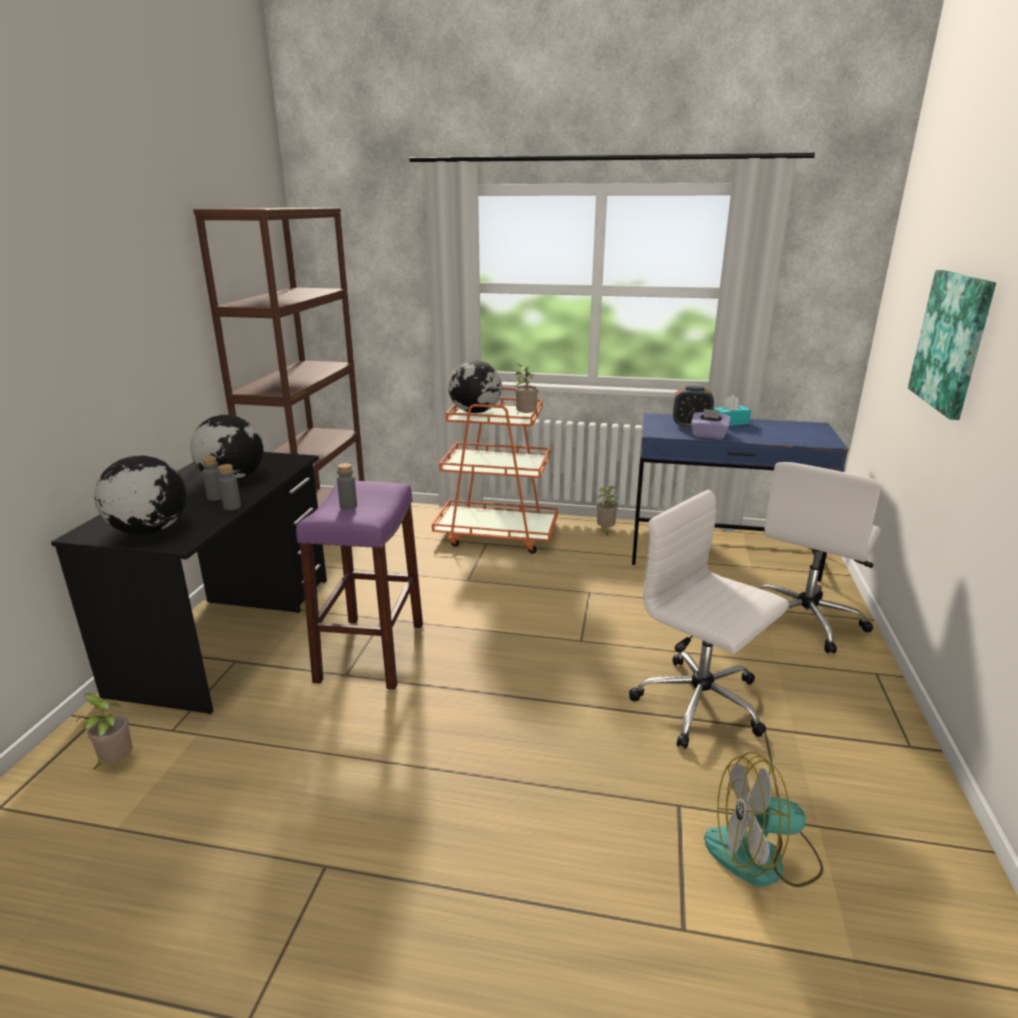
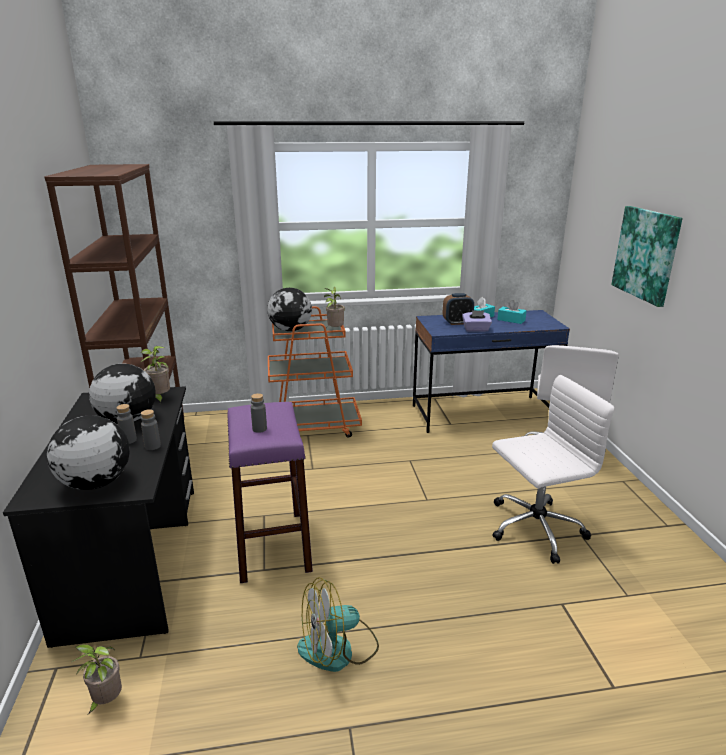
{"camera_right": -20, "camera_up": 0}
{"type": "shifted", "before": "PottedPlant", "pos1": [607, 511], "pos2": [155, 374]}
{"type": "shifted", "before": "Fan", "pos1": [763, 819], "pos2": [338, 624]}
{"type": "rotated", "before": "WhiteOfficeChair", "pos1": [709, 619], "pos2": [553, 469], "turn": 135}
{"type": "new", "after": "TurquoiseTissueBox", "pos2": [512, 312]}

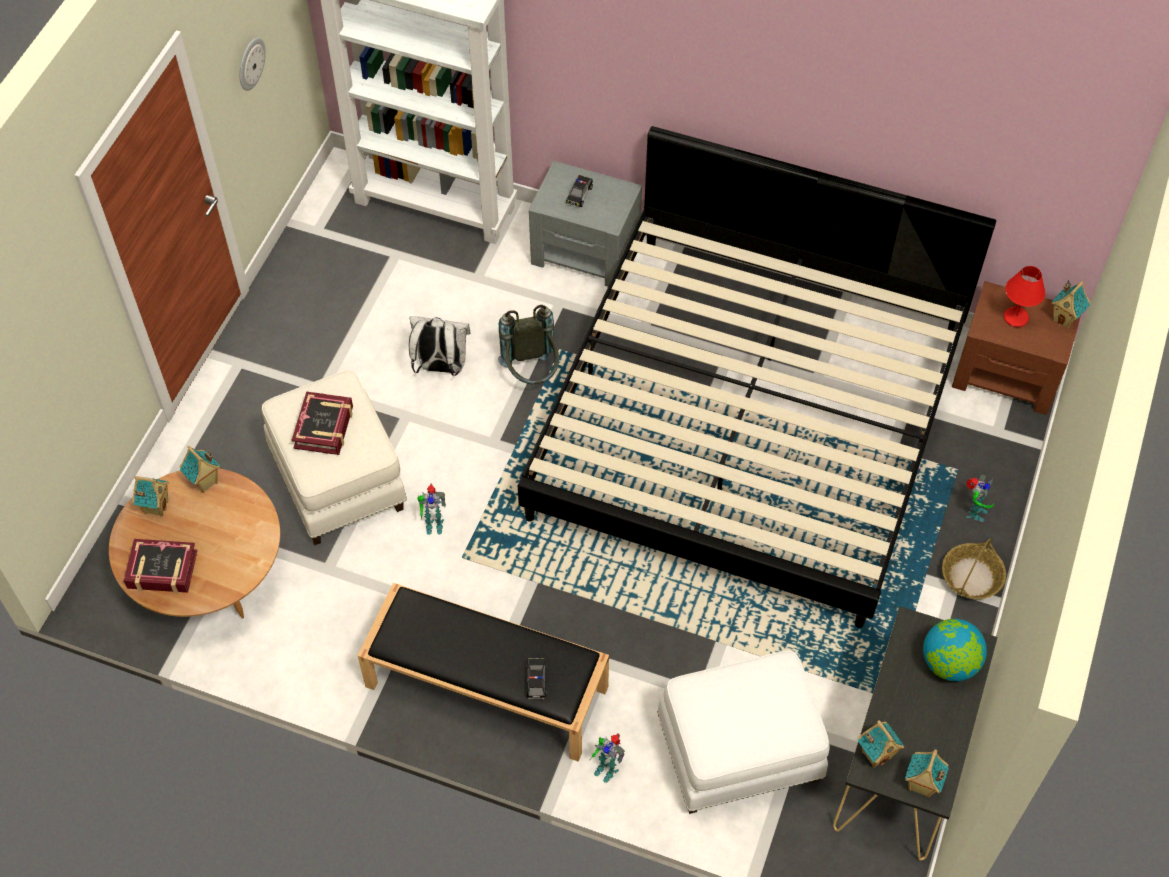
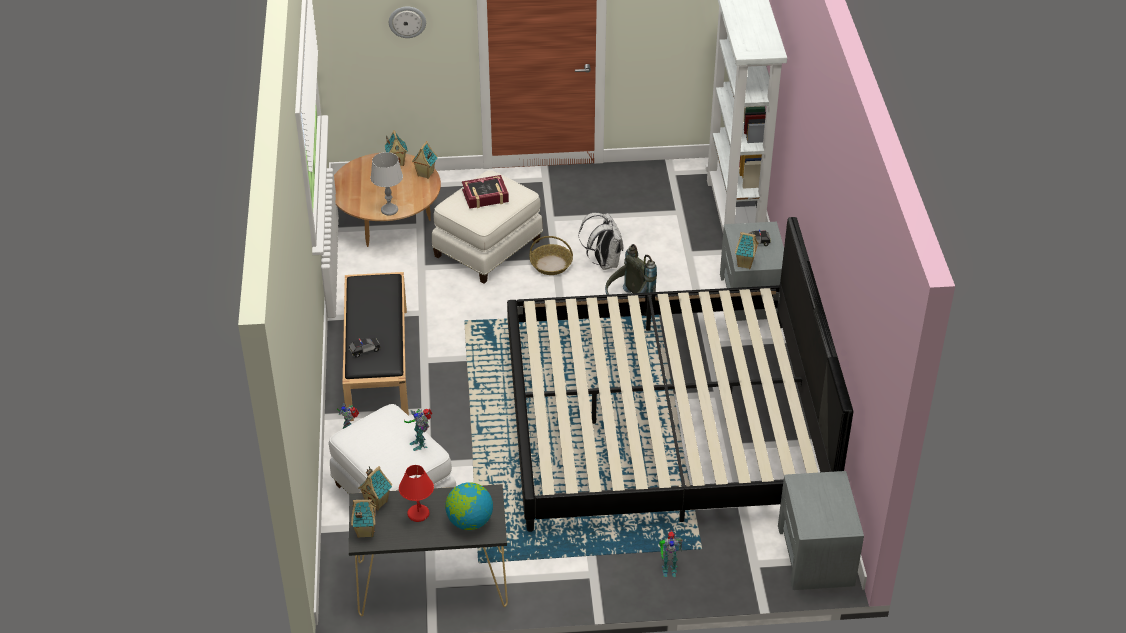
{"camera_right": 65, "camera_up": -15}
{"type": "new", "after": "GreyTableLamp", "pos2": [387, 183]}
{"type": "shifted", "before": "WallClock", "pos1": [253, 64], "pos2": [407, 22]}
{"type": "shifted", "before": "RedTableLamp", "pos1": [1025, 296], "pos2": [416, 493]}
{"type": "shifted", "before": "ToyRobot", "pos1": [431, 509], "pos2": [418, 430]}
{"type": "shifted", "before": "Basket", "pos1": [974, 568], "pos2": [551, 255]}
{"type": "shifted", "before": "ToyHouse", "pos1": [1070, 304], "pos2": [747, 250]}
{"type": "repainted", "before": "BrownNightstand", "after": "GreyNightstand", "pos1": [1017, 348], "pos2": [821, 530]}
{"type": "gone", "before": "Book", "pos1": [160, 566]}

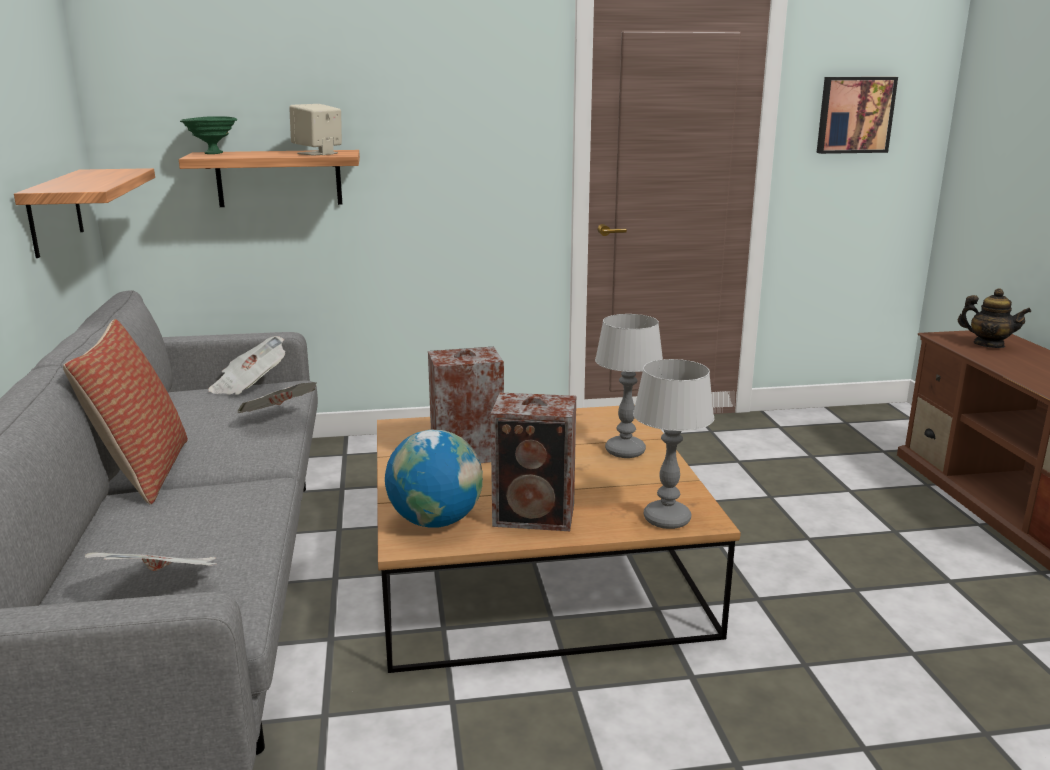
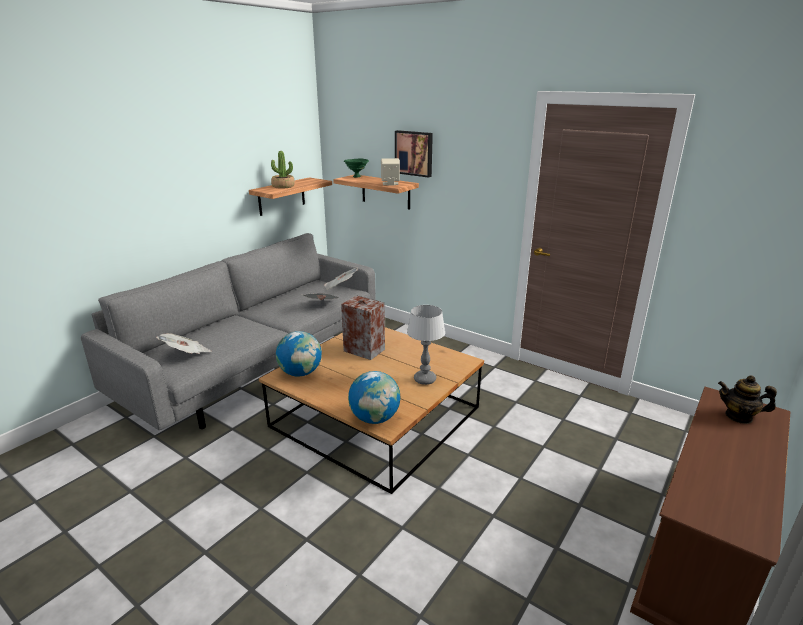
{"camera_right": 45, "camera_up": 5}
{"type": "new", "after": "PottedPlant", "pos2": [283, 170]}
{"type": "swapped", "before": "TableLamp", "after": "Globe", "pos1": [673, 444], "pos2": [374, 397]}
{"type": "shifted", "before": "Picture", "pos1": [857, 115], "pos2": [414, 154]}
{"type": "rotated", "before": "Teapot", "pos1": [995, 318], "pos2": [747, 400], "turn": 120}
{"type": "gone", "before": "Pillow", "pos1": [125, 412]}
{"type": "gone", "before": "Speaker", "pos1": [533, 462]}

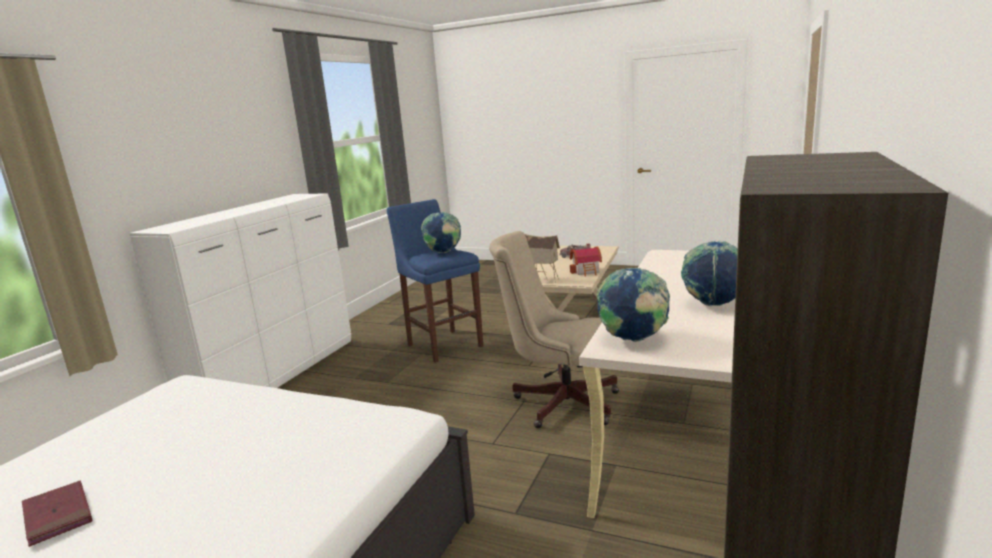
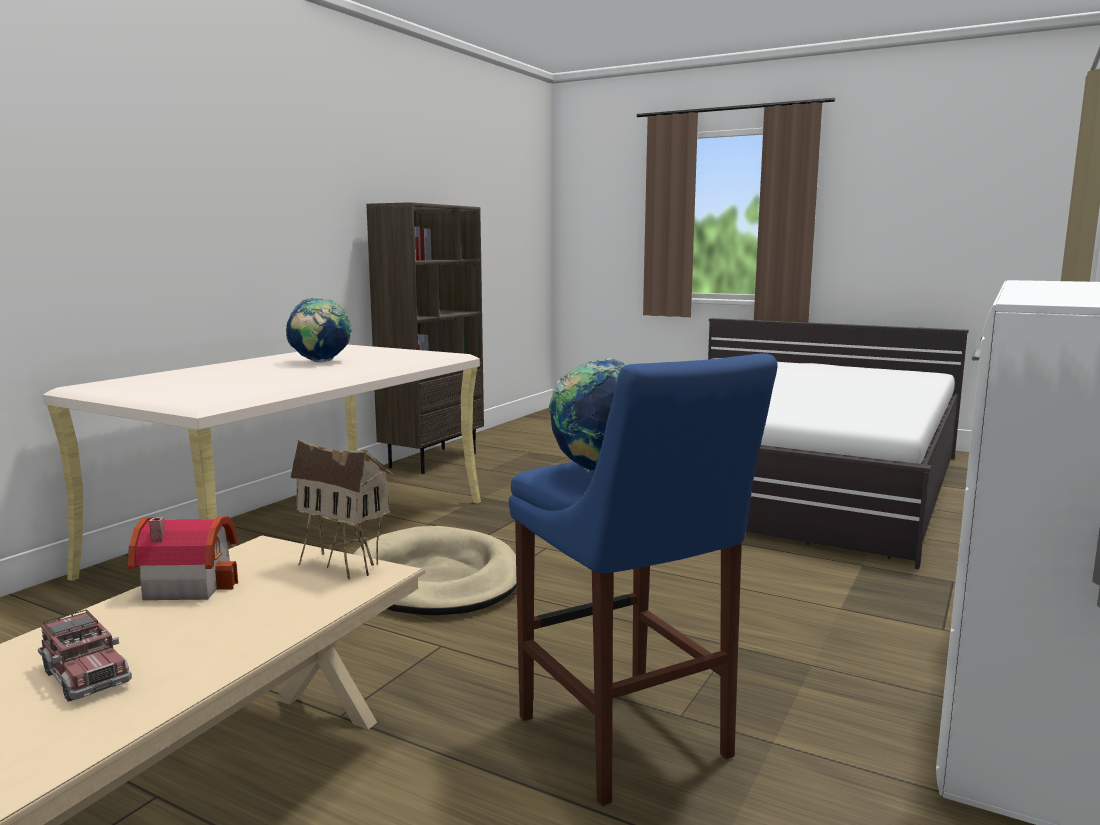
{"camera_right": -175, "camera_up": -5}
{"type": "swapped", "before": "BeigeOfficeChair", "after": "BeigeDogBed", "pos1": [554, 329], "pos2": [435, 570]}
{"type": "gone", "before": "RedBook", "pos1": [57, 514]}
{"type": "gone", "before": "Globe", "pos1": [633, 304]}

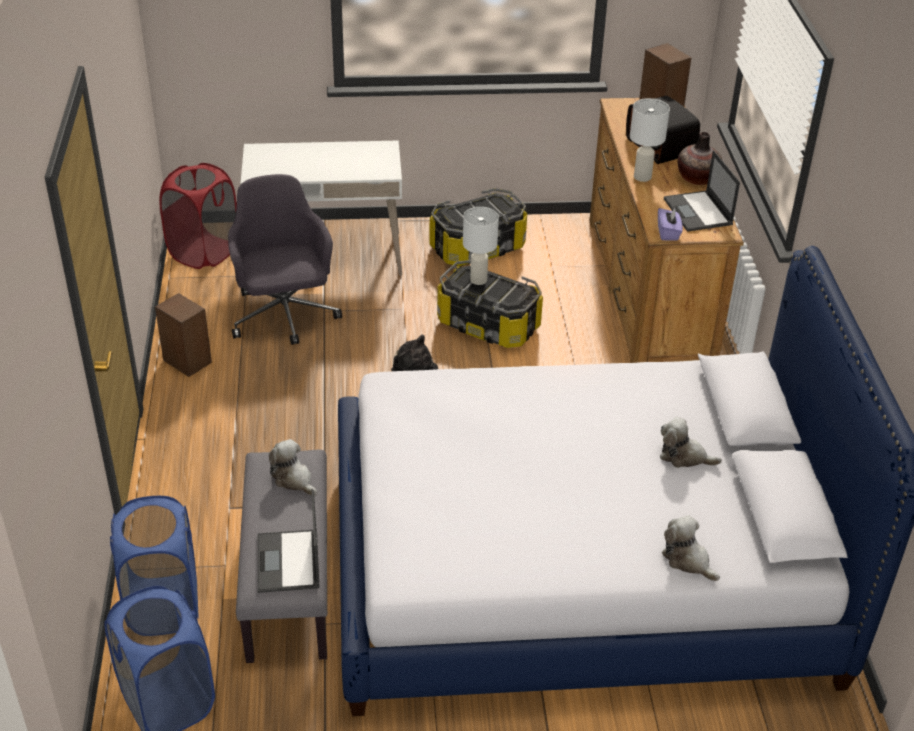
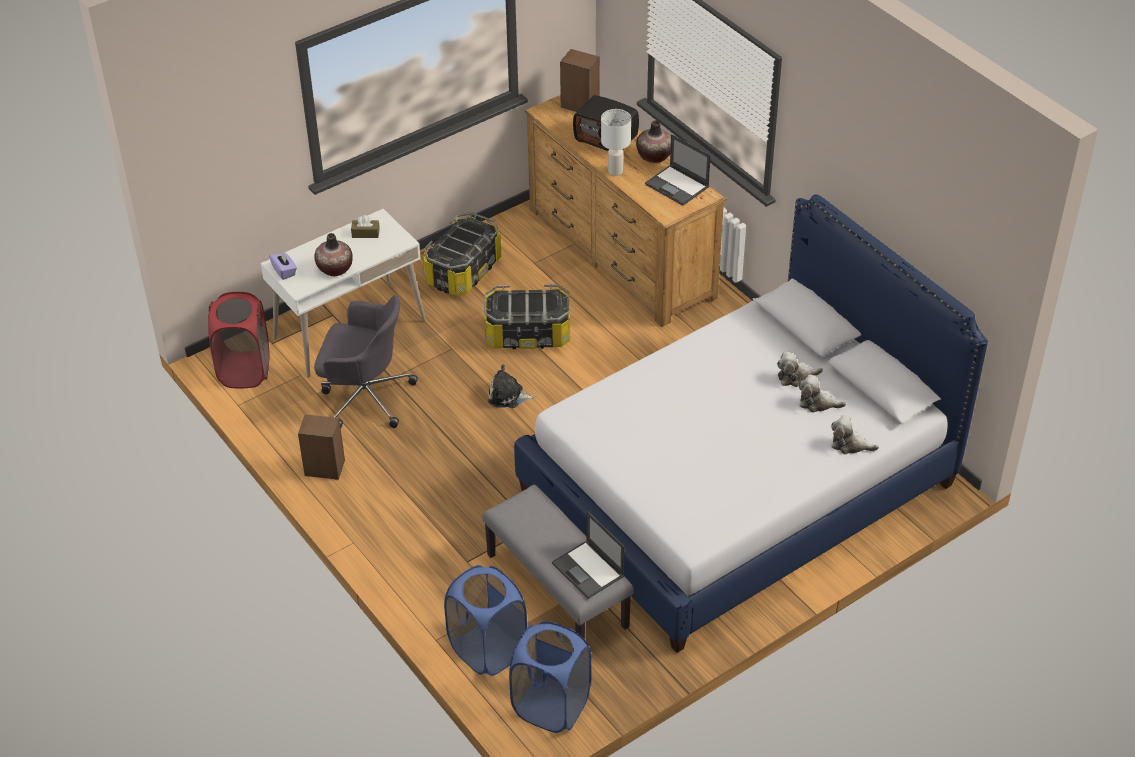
{"camera_right": -30, "camera_up": 5}
{"type": "shifted", "before": "PurpleTissueBox", "pos1": [670, 224], "pos2": [283, 265]}
{"type": "new", "after": "Vase", "pos2": [333, 254]}
{"type": "rotated", "before": "GreyOfficeChair", "pos1": [285, 259], "pos2": [366, 361], "turn": 150}
{"type": "new", "after": "BrownTissueBox", "pos2": [365, 226]}
{"type": "shifted", "before": "PlushToy", "pos1": [293, 467], "pos2": [822, 394]}
{"type": "gone", "before": "WhiteTableLamp", "pos1": [481, 246]}

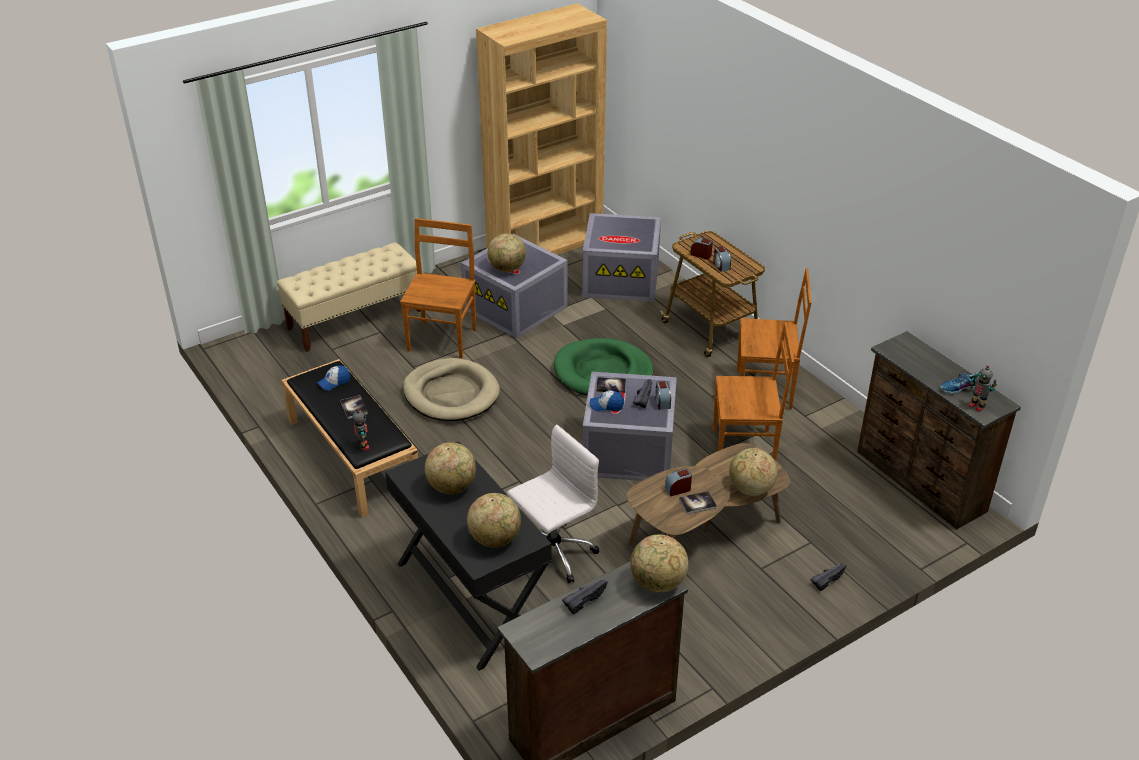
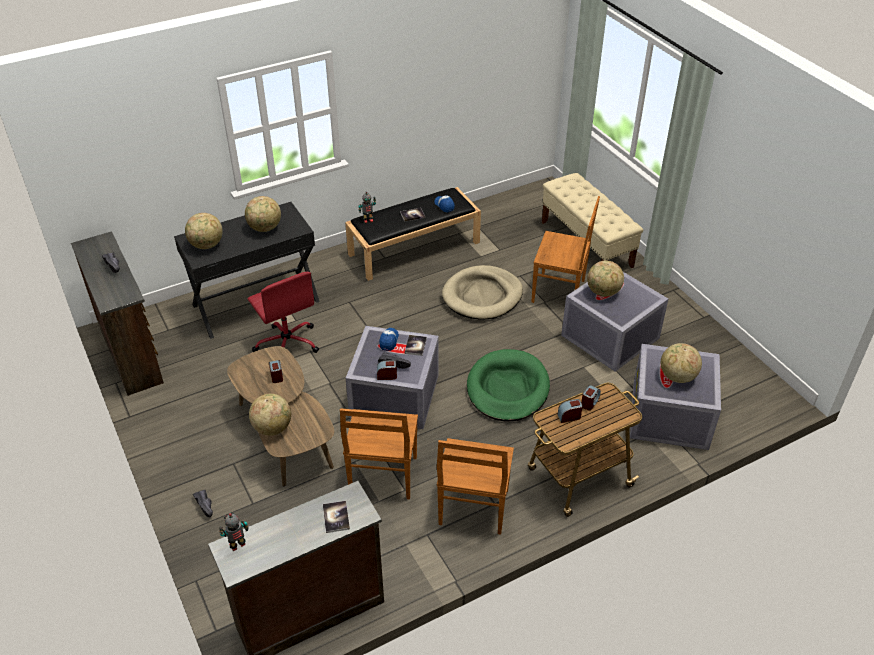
{"camera_right": 95, "camera_up": 5}
{"type": "repainted", "before": "WhiteOfficeChair", "after": "RedOfficeChair", "pos1": [553, 503], "pos2": [283, 312]}
{"type": "shifted", "before": "Book", "pos1": [698, 502], "pos2": [336, 517]}
{"type": "shifted", "before": "Globe", "pos1": [659, 564], "pos2": [681, 363]}
{"type": "gone", "before": "BrownBookcase", "pos1": [541, 129]}
{"type": "gone", "before": "Shoe", "pos1": [959, 383]}

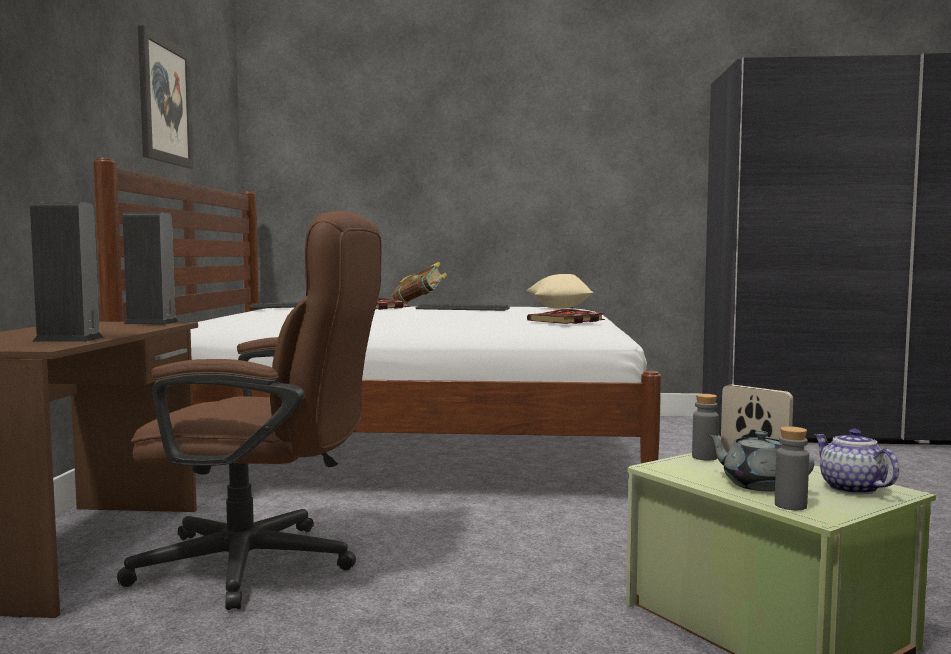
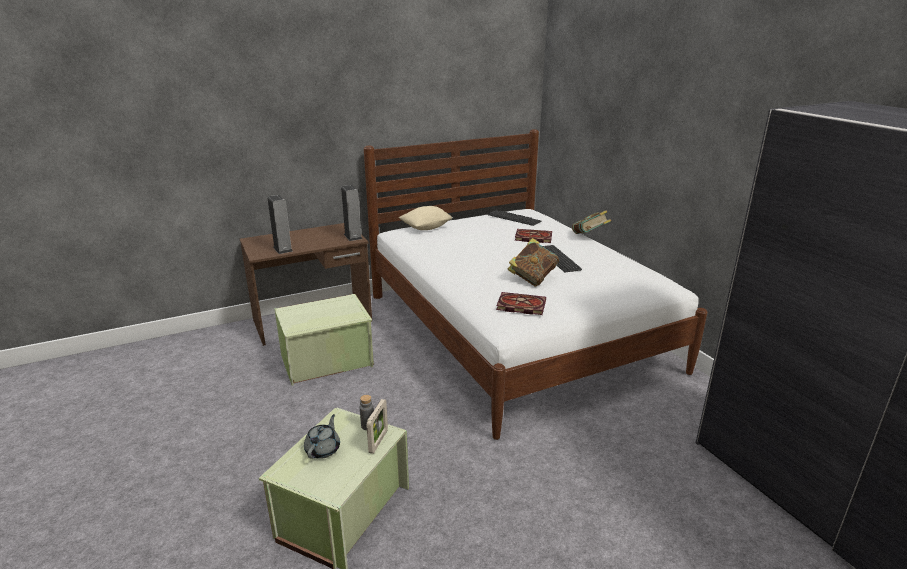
{"camera_right": 60, "camera_up": 20}
{"type": "swapped", "before": "BrownOfficeChair", "after": "GreenStorageBox", "pos1": [249, 410], "pos2": [324, 340]}
{"type": "shifted", "before": "BeigePillow", "pos1": [559, 291], "pos2": [426, 218]}
{"type": "new", "after": "Book", "pos2": [533, 262]}
{"type": "gone", "before": "Picture", "pos1": [166, 97]}
{"type": "gone", "before": "GreyBottle", "pos1": [792, 468]}
{"type": "gone", "before": "Teapot", "pos1": [856, 461]}

